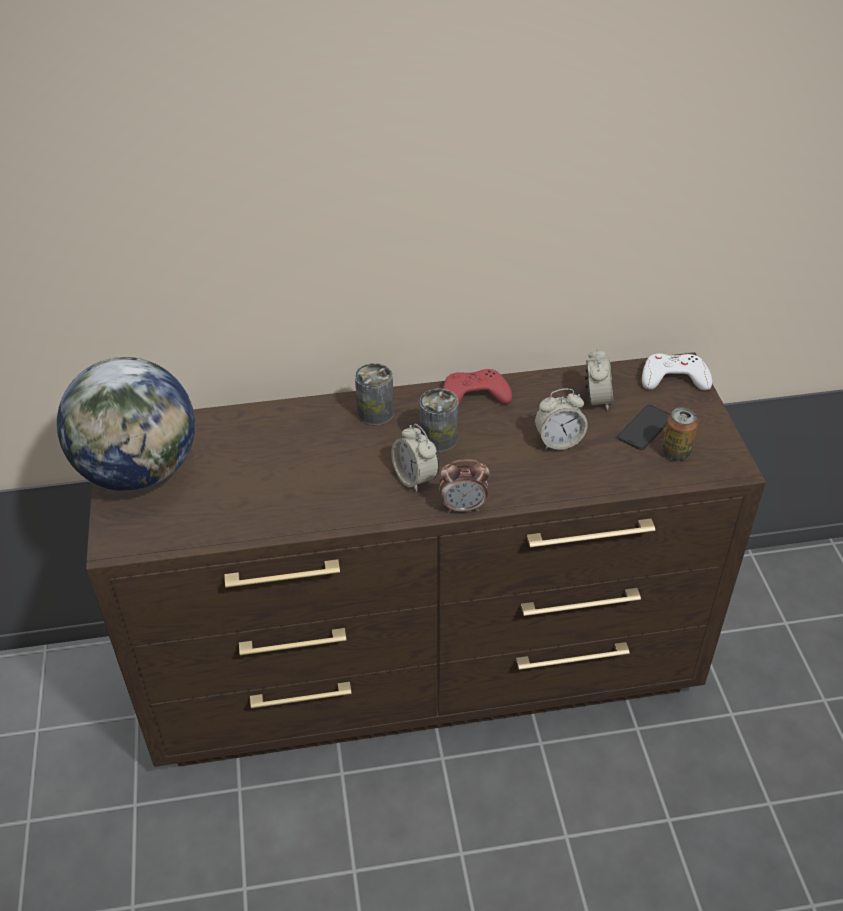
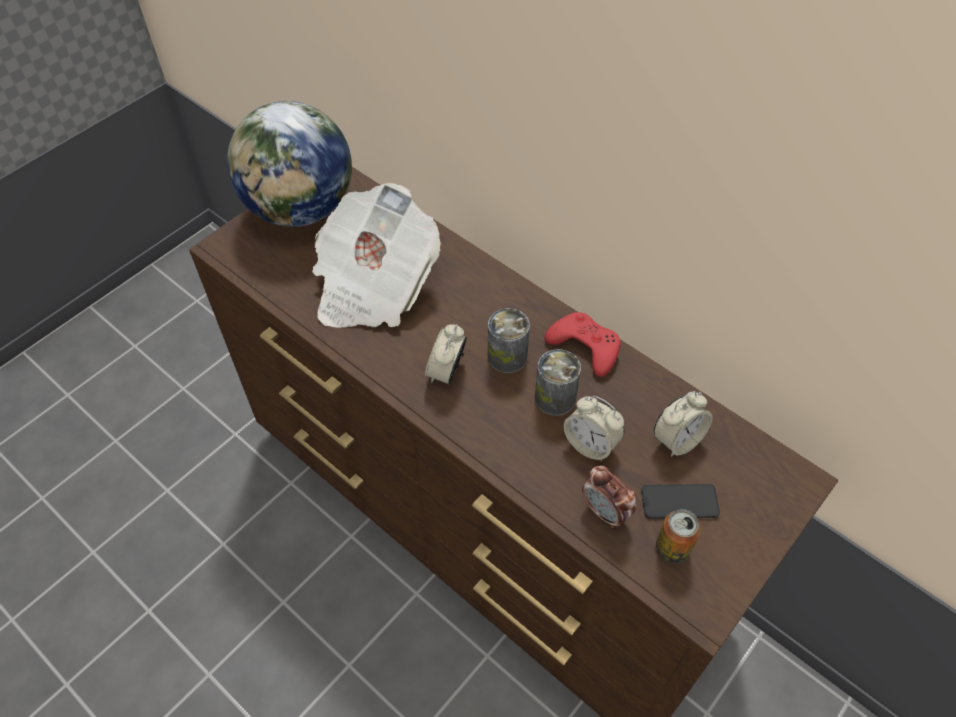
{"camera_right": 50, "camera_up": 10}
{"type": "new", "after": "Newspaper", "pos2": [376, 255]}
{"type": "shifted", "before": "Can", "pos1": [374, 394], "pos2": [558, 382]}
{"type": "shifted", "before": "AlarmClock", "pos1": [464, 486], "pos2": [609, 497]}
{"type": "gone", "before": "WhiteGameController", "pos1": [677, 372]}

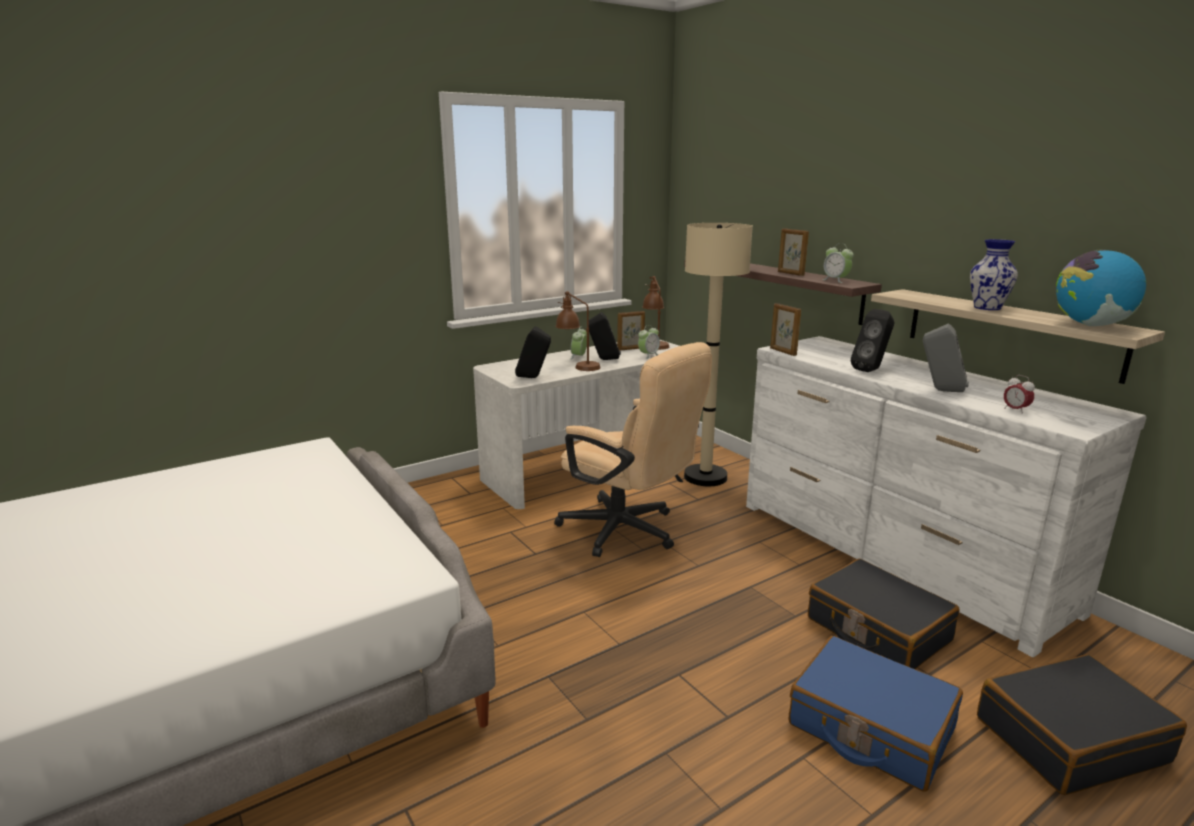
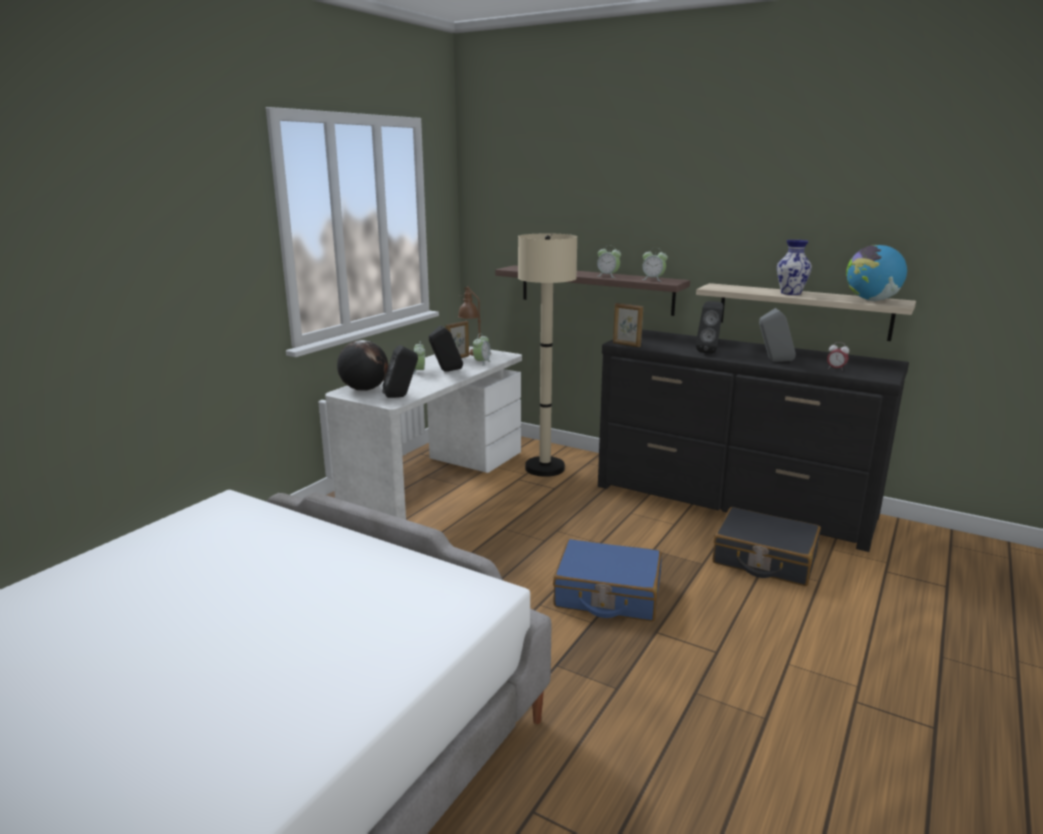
{"camera_right": -25, "camera_up": 0}
{"type": "new", "after": "Globe", "pos2": [362, 365]}
{"type": "shifted", "before": "BlueSuitcase", "pos1": [876, 714], "pos2": [607, 580]}
{"type": "swapped", "before": "PictureFrame", "after": "AlarmClock", "pos1": [793, 252], "pos2": [609, 261]}
{"type": "repainted", "before": "WhiteDresser", "after": "BlackDresser", "pos1": [946, 496], "pos2": [753, 440]}
{"type": "gone", "before": "BeigeOfficeChair", "pos1": [633, 449]}
{"type": "gone", "before": "BrownTableLamp", "pos1": [578, 331]}
{"type": "gone", "before": "BlackSuitcase", "pos1": [1082, 724]}

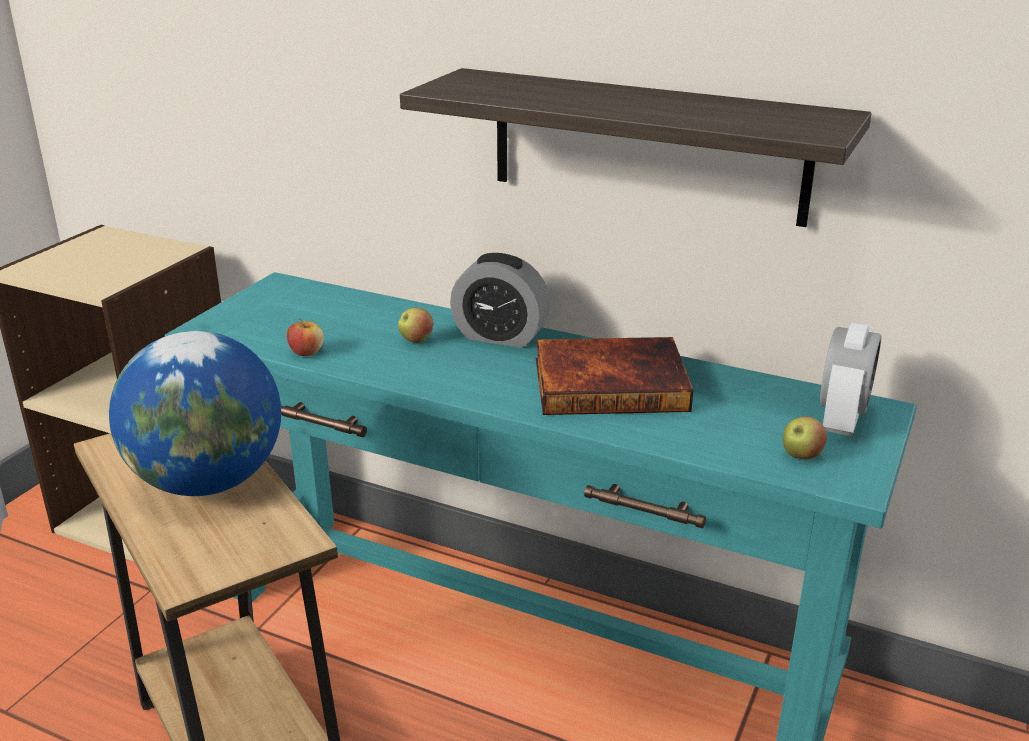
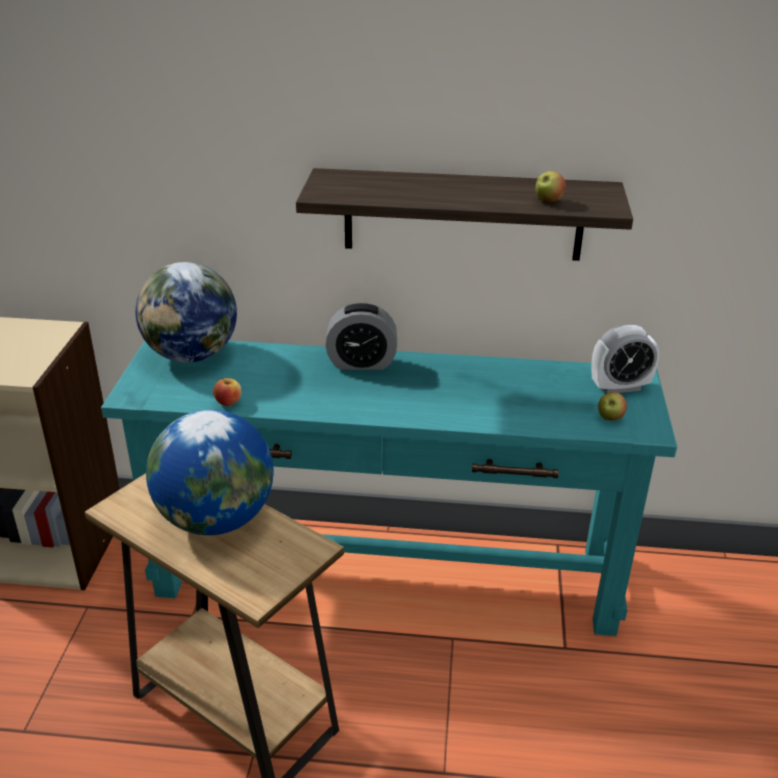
{"camera_right": -20, "camera_up": 5}
{"type": "new", "after": "Globe", "pos2": [186, 312]}
{"type": "shifted", "before": "Apple", "pos1": [415, 325], "pos2": [550, 186]}
{"type": "rotated", "before": "AlarmClock", "pos1": [851, 379], "pos2": [625, 359], "turn": 75}
{"type": "gone", "before": "Book", "pos1": [614, 376]}

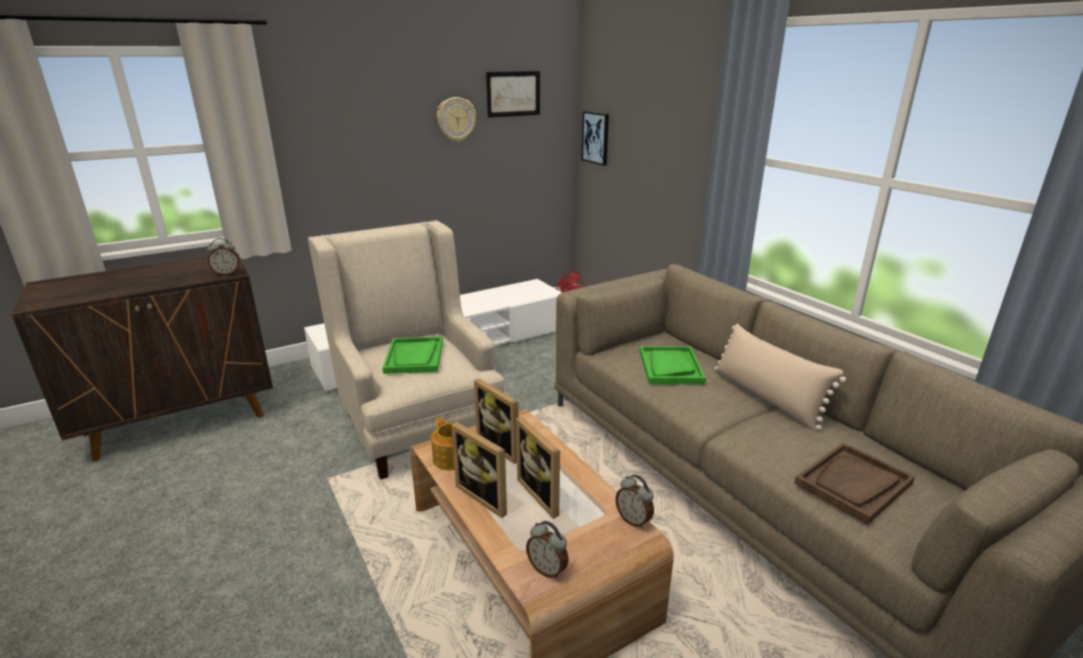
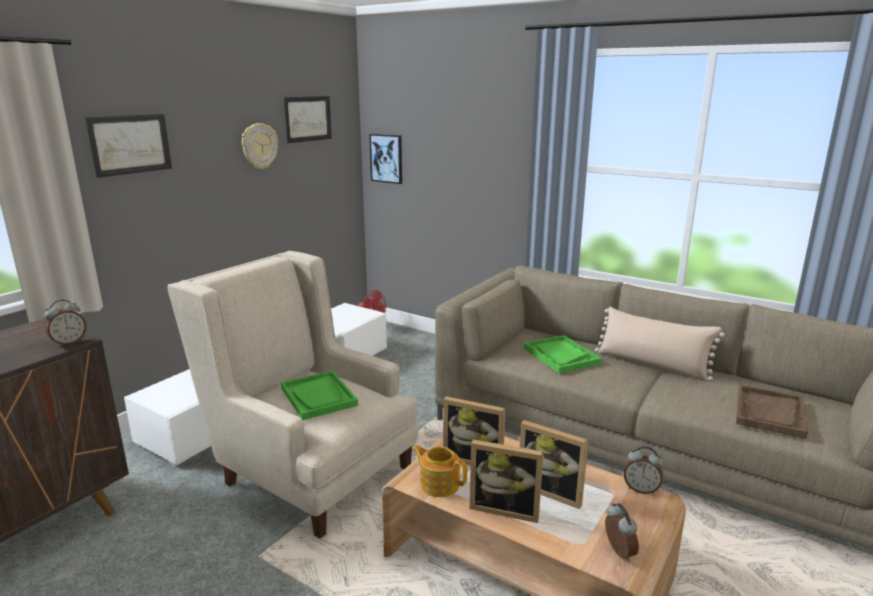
{"camera_right": -25, "camera_up": -5}
{"type": "new", "after": "Picture", "pos2": [128, 146]}
{"type": "rotated", "before": "AlarmClock", "pos1": [547, 550], "pos2": [622, 532], "turn": -120}

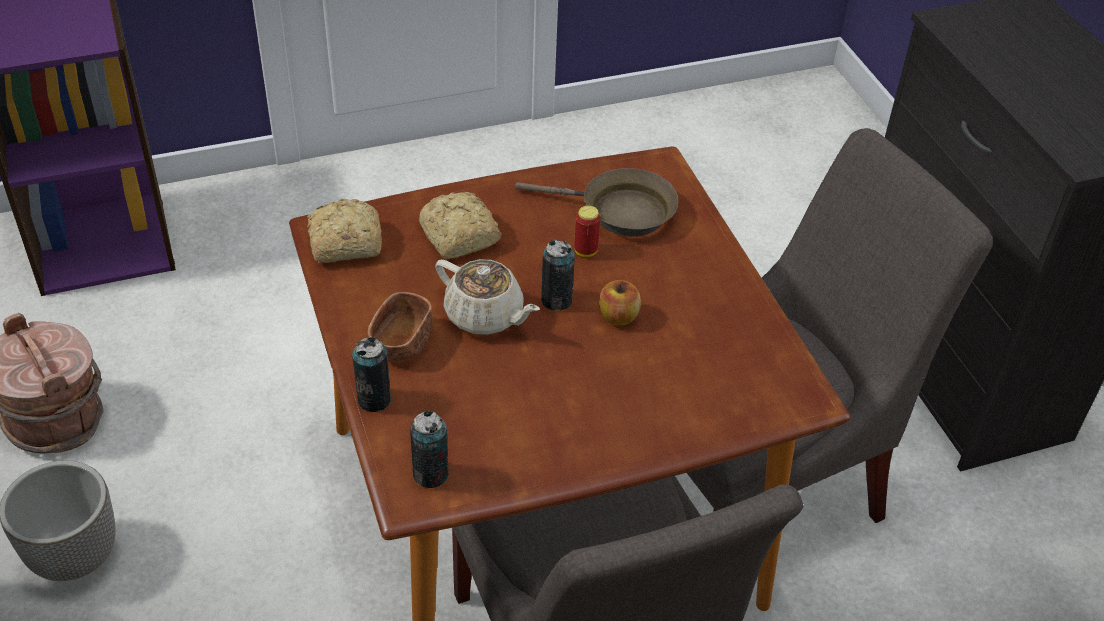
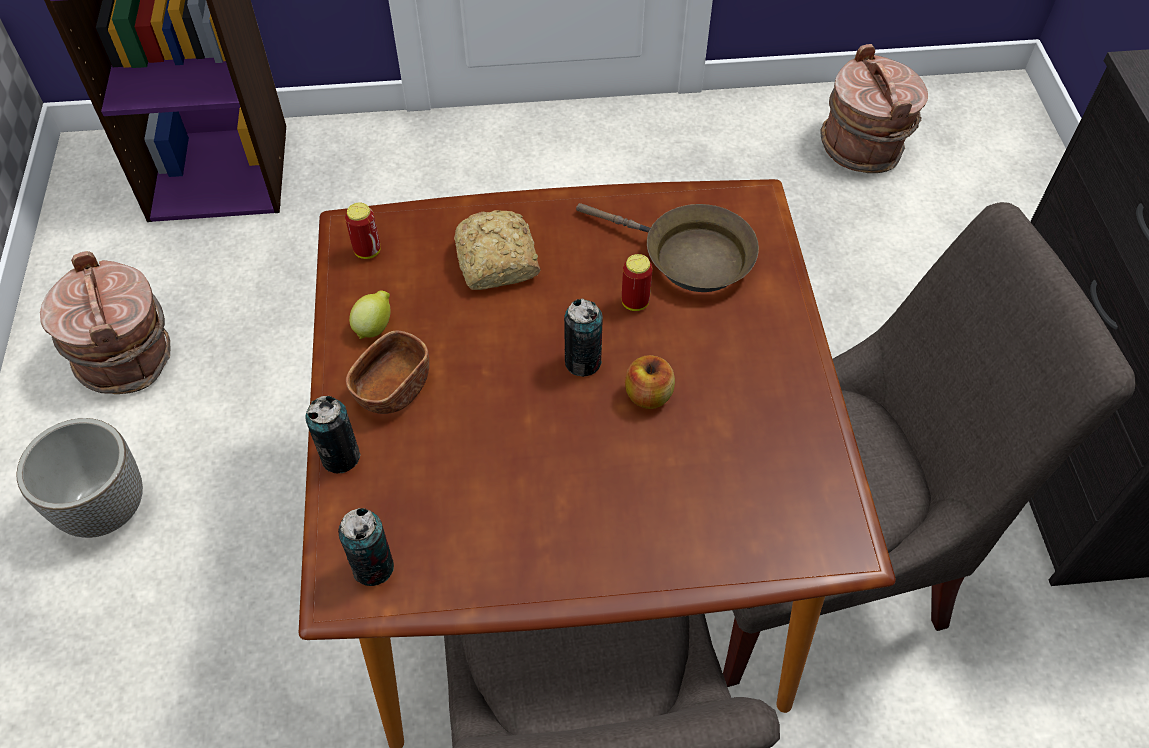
{"camera_right": 15, "camera_up": 10}
{"type": "swapped", "before": "Bread", "after": "Can", "pos1": [344, 230], "pos2": [363, 230]}
{"type": "new", "after": "Lemon", "pos2": [370, 314]}
{"type": "new", "after": "BrownBucket", "pos2": [874, 108]}
{"type": "gone", "before": "BeigeTeapot", "pos1": [487, 297]}

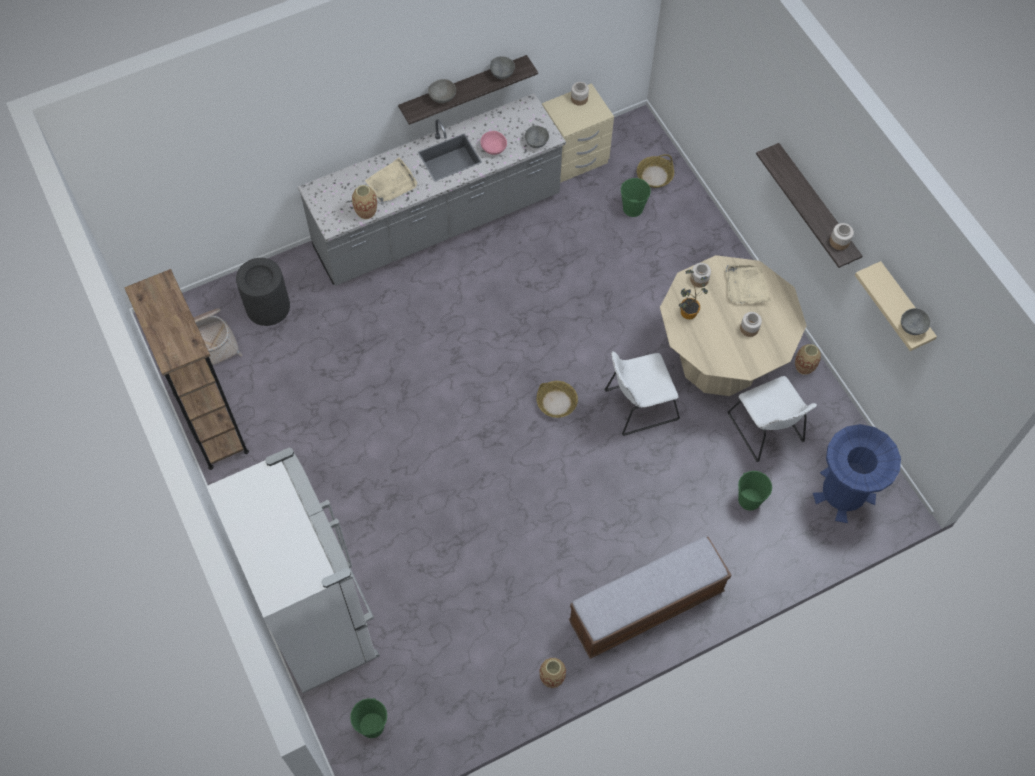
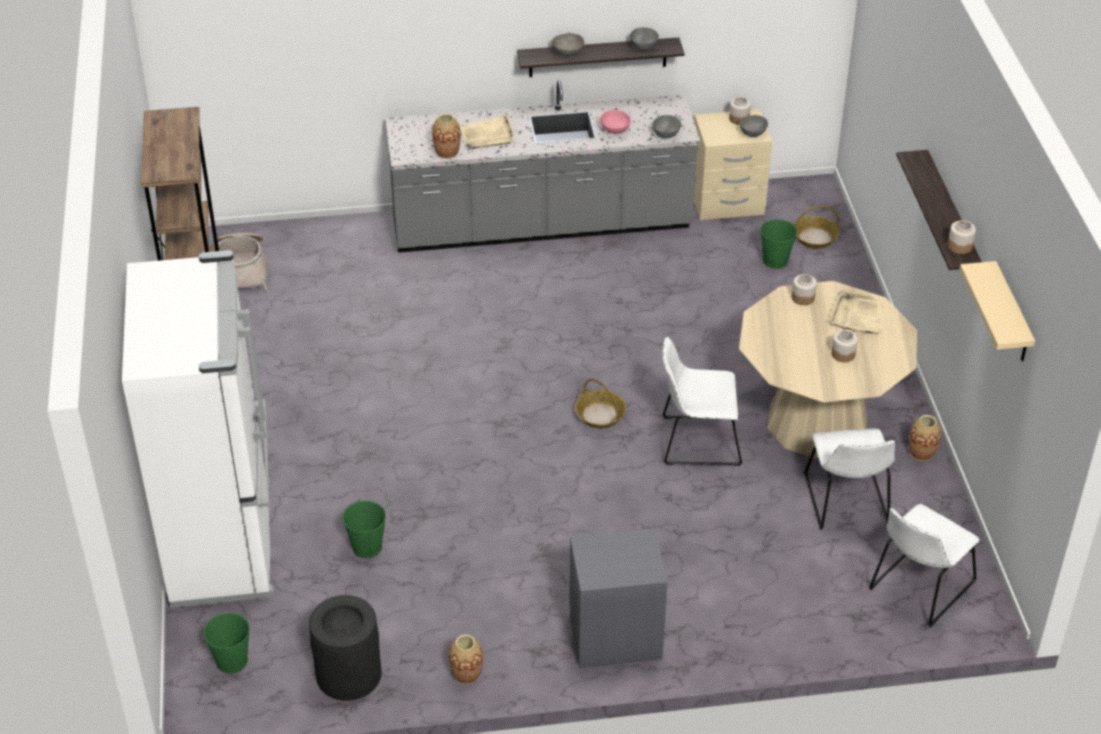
{"camera_right": 20, "camera_up": -20}
{"type": "shifted", "before": "BlackTrashCan", "pos1": [263, 292], "pos2": [345, 648]}
{"type": "shifted", "before": "GreenBucket", "pos1": [755, 491], "pos2": [364, 528]}
{"type": "swapped", "before": "Bench", "after": "GreyNightstand", "pos1": [650, 598], "pos2": [618, 598]}
{"type": "shifted", "before": "GreyBowl", "pos1": [916, 321], "pos2": [753, 126]}
{"type": "swapped", "before": "BlueTrashCan", "after": "WhiteChair", "pos1": [857, 473], "pos2": [924, 565]}
{"type": "gone", "before": "PottedPlant", "pos1": [693, 294]}

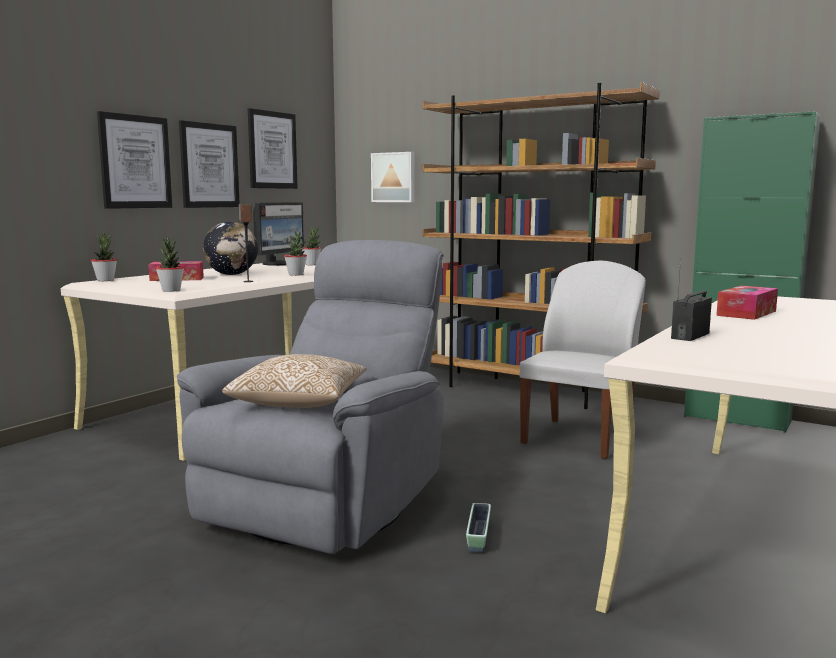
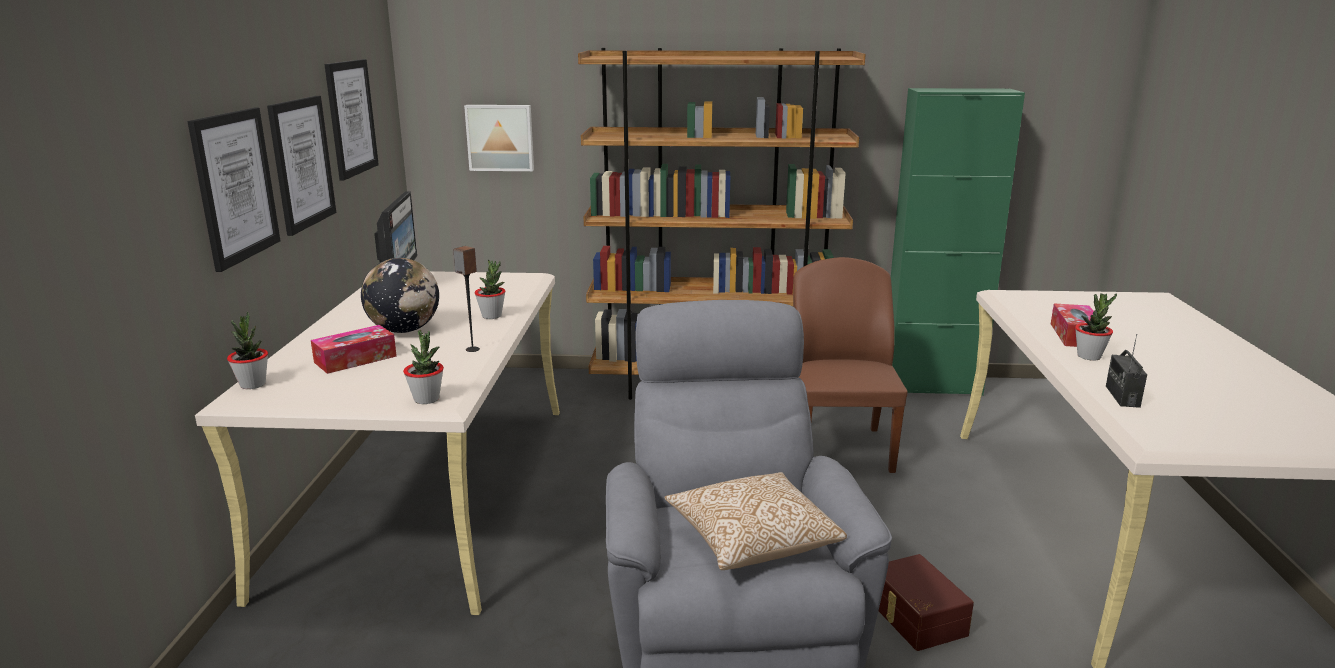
{"camera_right": -30, "camera_up": 10}
{"type": "repainted", "before": "WhiteChair", "after": "BrownChair", "pos1": [583, 360], "pos2": [850, 365]}
{"type": "swapped", "before": "Planter", "after": "BrownStorageBox", "pos1": [478, 528], "pos2": [926, 602]}
{"type": "shifted", "before": "PottedPlant", "pos1": [311, 245], "pos2": [1096, 327]}

